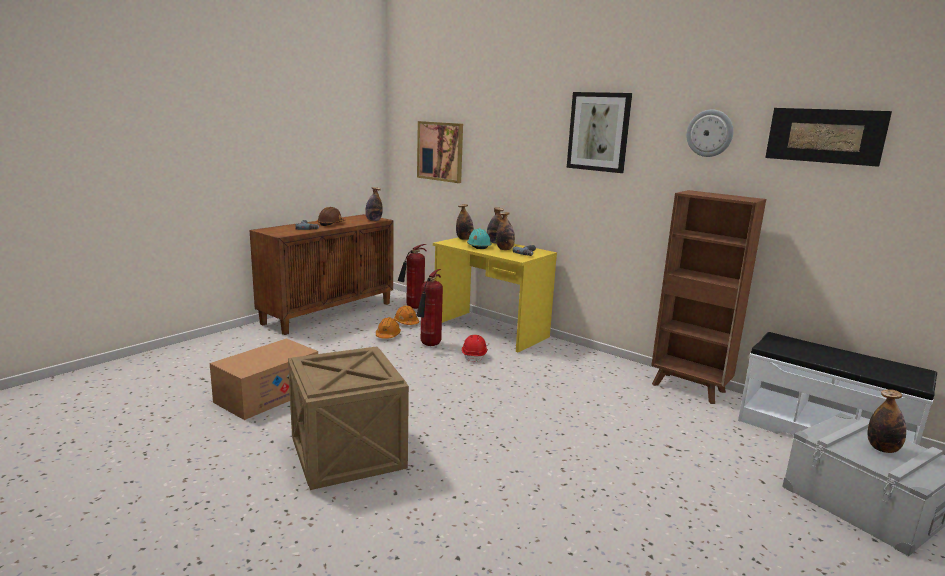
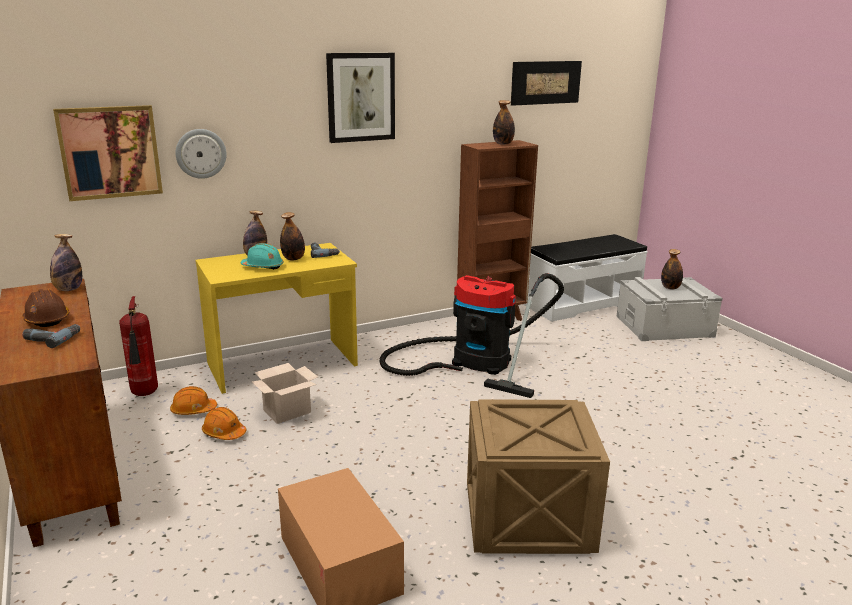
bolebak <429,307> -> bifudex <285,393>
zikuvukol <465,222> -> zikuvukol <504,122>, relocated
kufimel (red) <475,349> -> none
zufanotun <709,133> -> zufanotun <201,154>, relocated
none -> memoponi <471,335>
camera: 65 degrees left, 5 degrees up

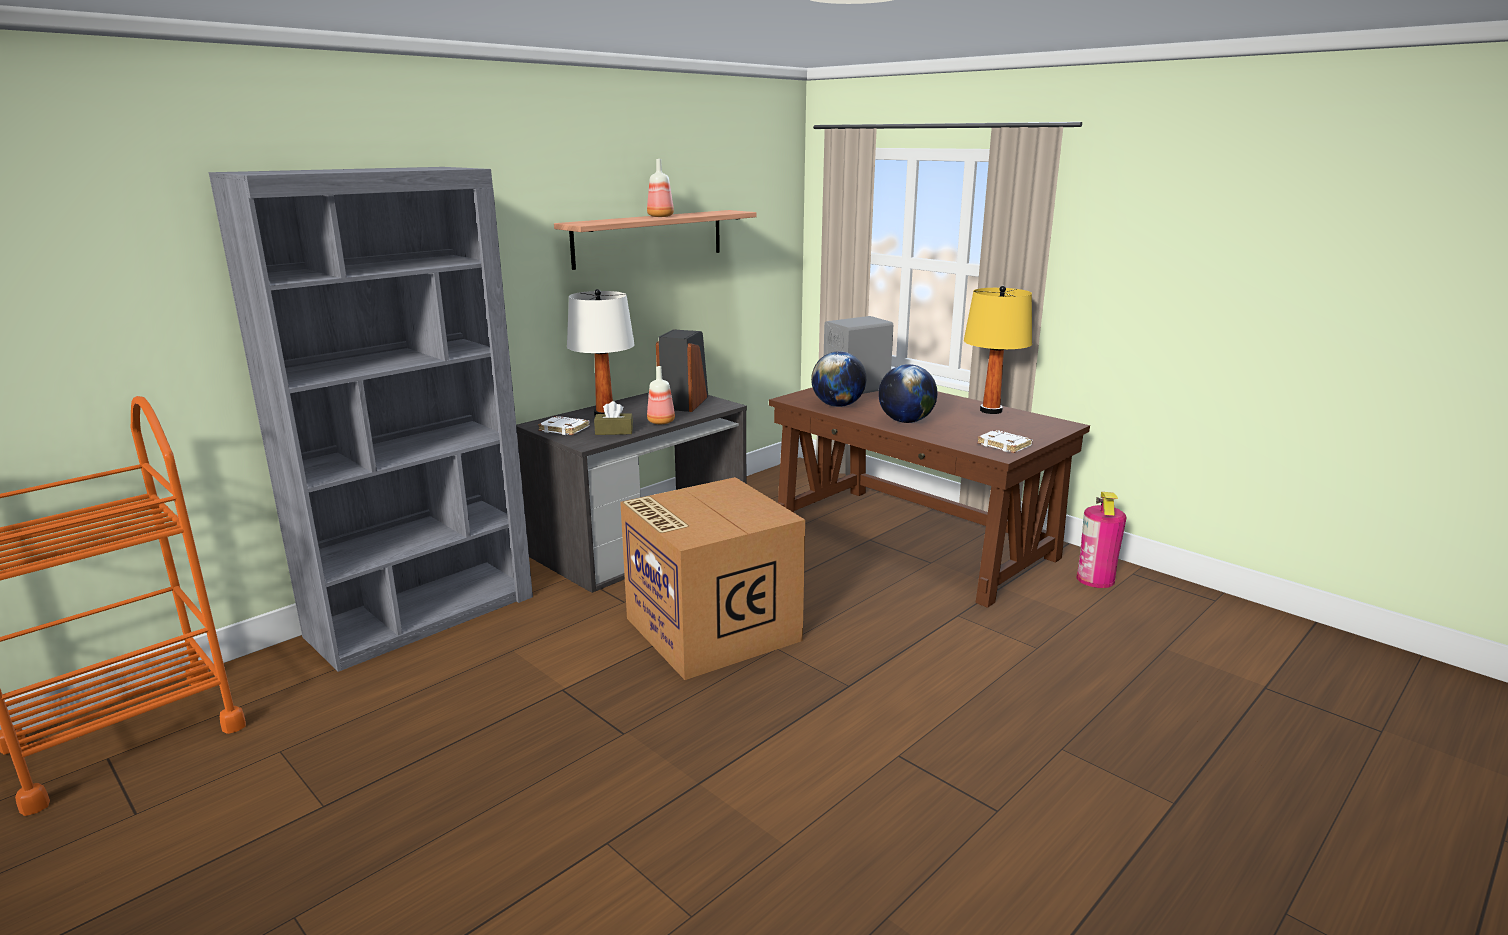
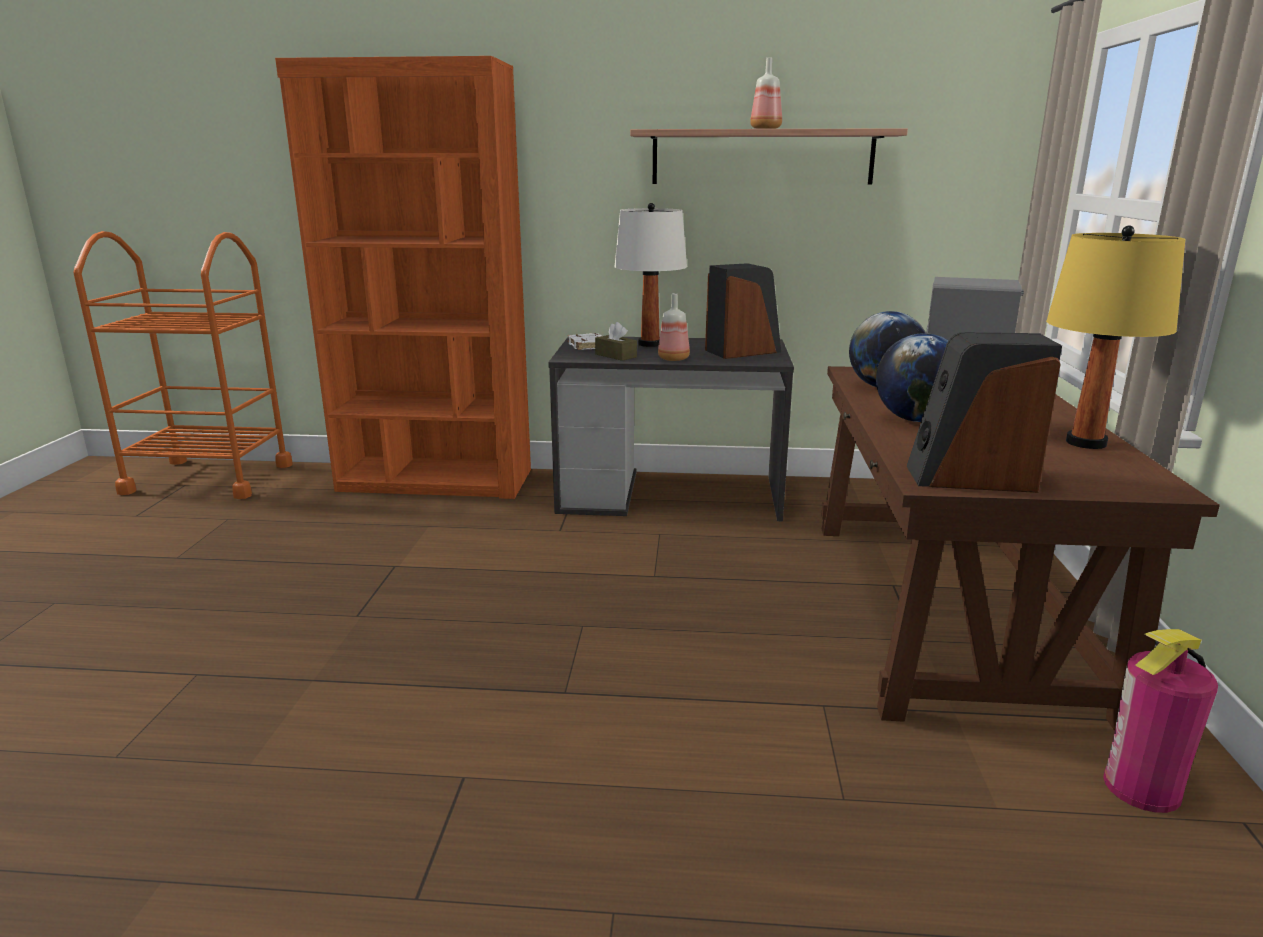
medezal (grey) <371,419> -> medezal (orange) <403,277>
bifudex <712,578> -> none
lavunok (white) <1005,441> -> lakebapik <984,412>
camera: 50 degrees right, 0 degrees up

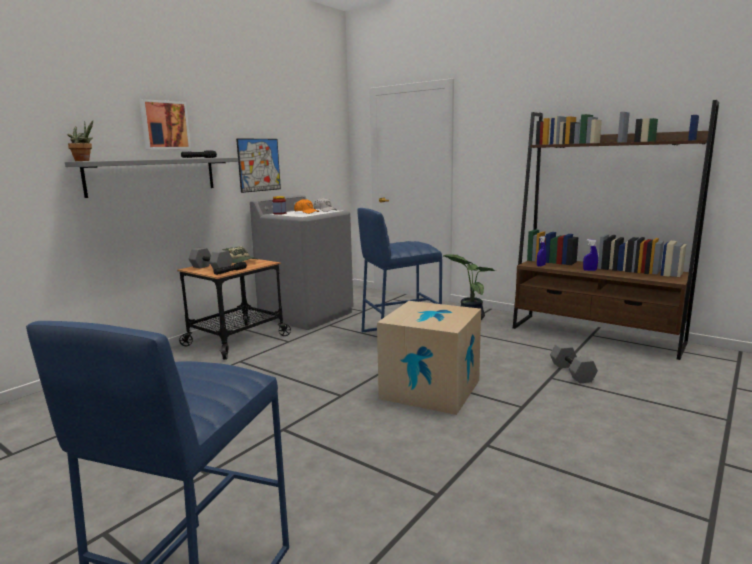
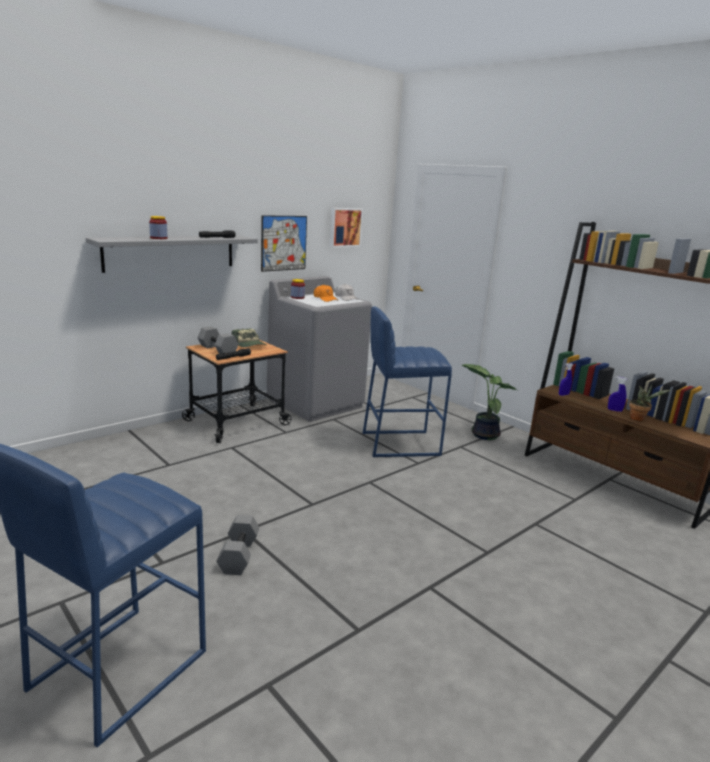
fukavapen <80,141> -> fukavapen <650,402>, relocated
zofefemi <165,124> -> zofefemi <346,228>, relocated
bifudex <429,358> -> none
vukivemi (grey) <574,363> -> vukivemi (grey) <238,545>, relocated
none -> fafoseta <158,227>
camera: 10 degrees right, 5 degrees up

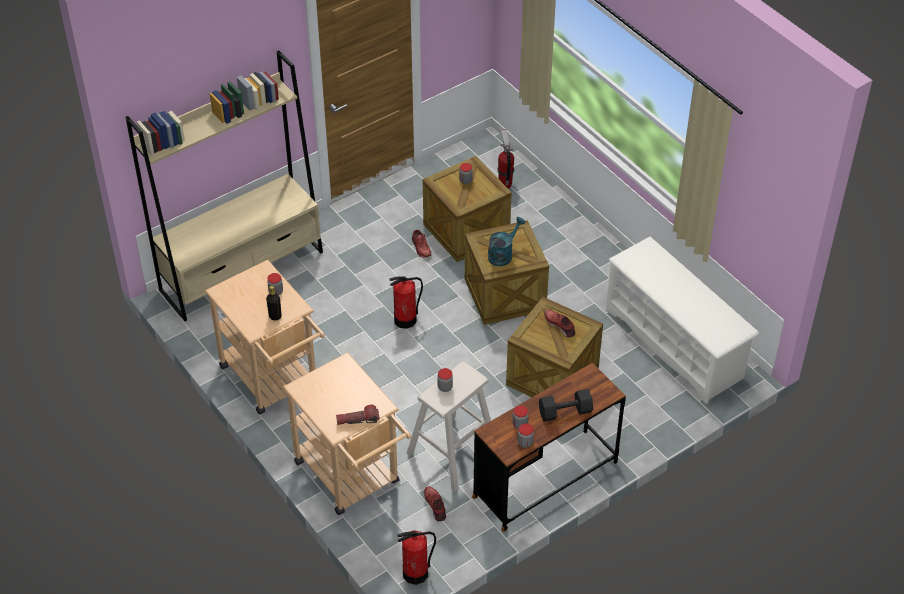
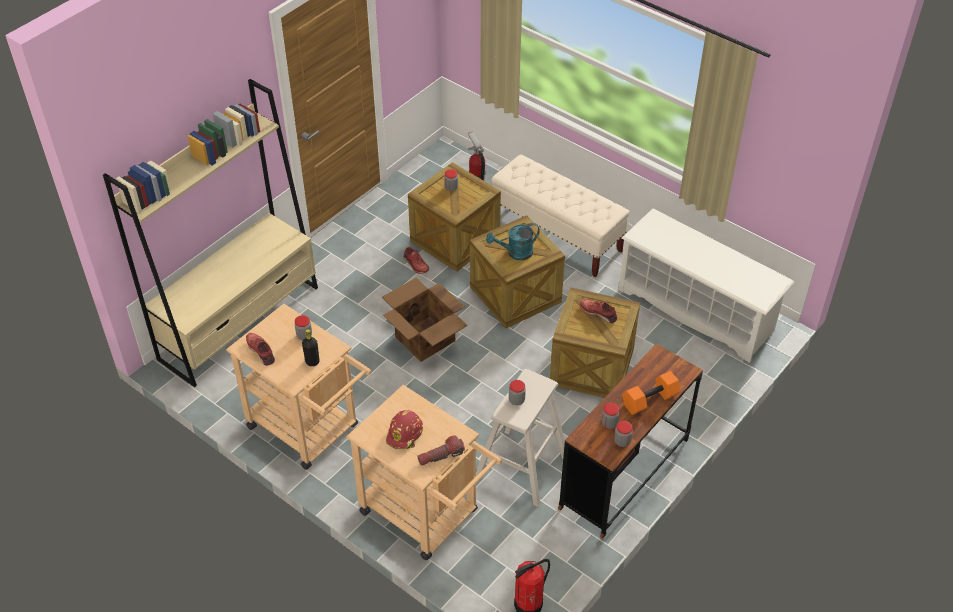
bolebak <406,302> -> bifudex <424,320>
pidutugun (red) <435,503> -> pidutugun (red) <260,349>, relocated
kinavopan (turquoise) <506,241> -> kinavopan (turquoise) <513,241>, 135 degrees counterclockwise
vukivemi (black) <566,405> -> vukivemi (orange) <651,393>
none -> kufimel (red) <404,429>
none -> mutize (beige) <560,216>
camera: 15 degrees left, 0 degrees up

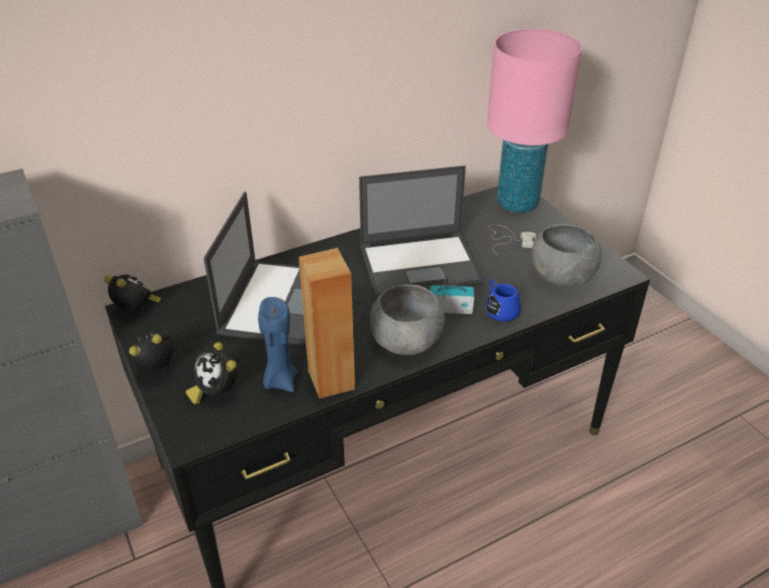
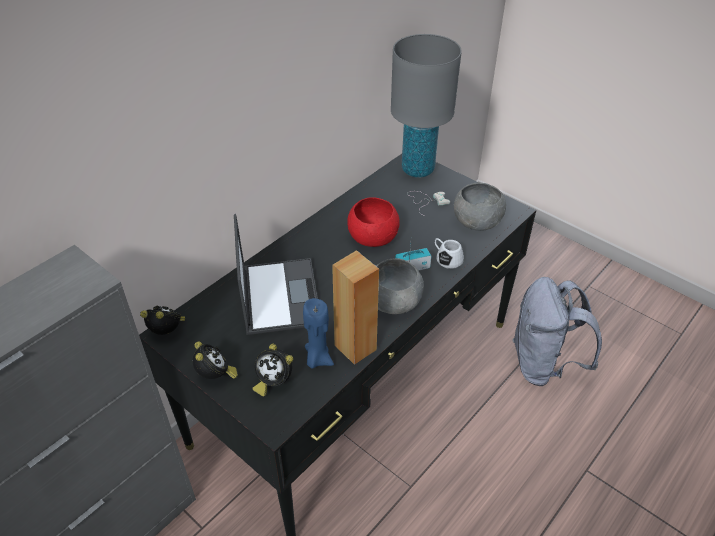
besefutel <151,351> -> besefutel <215,360>, 120 degrees clockwise
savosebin <421,231> -> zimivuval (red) <373,222>
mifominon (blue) <503,300> -> mifominon (white) <449,253>
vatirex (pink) <535,121> -> vatirex (grey) <426,106>
none -> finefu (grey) <557,331>
camera: 20 degrees left, 5 degrees up

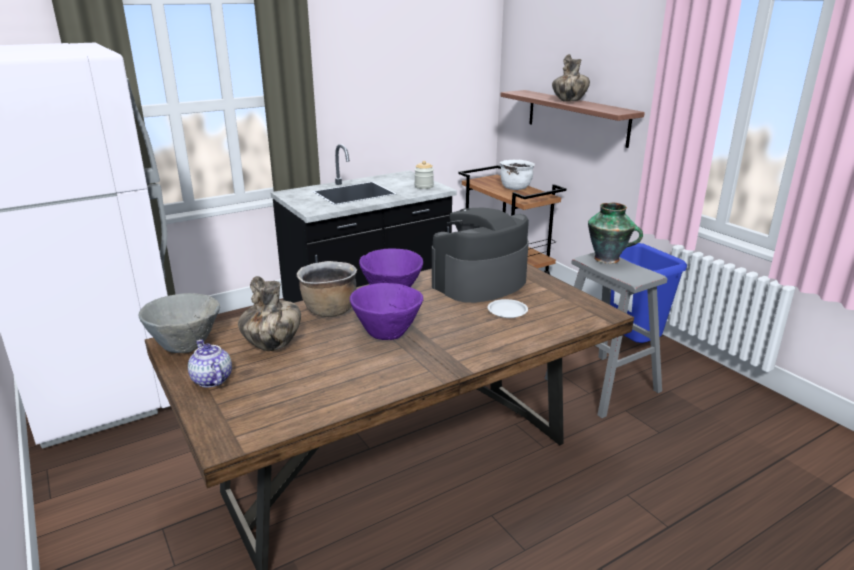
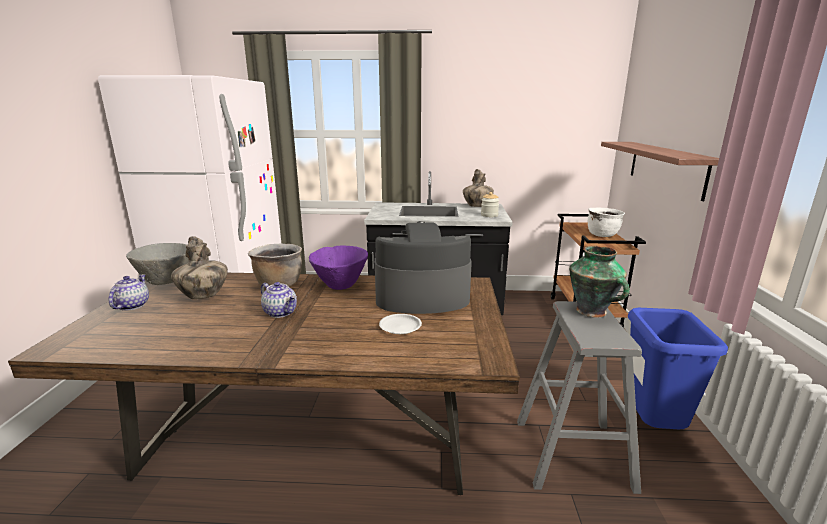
zimivuval (purple) <386,311> -> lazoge <279,300>
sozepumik <571,78> -> sozepumik <478,188>, relocated
camera: 35 degrees right, 5 degrees down

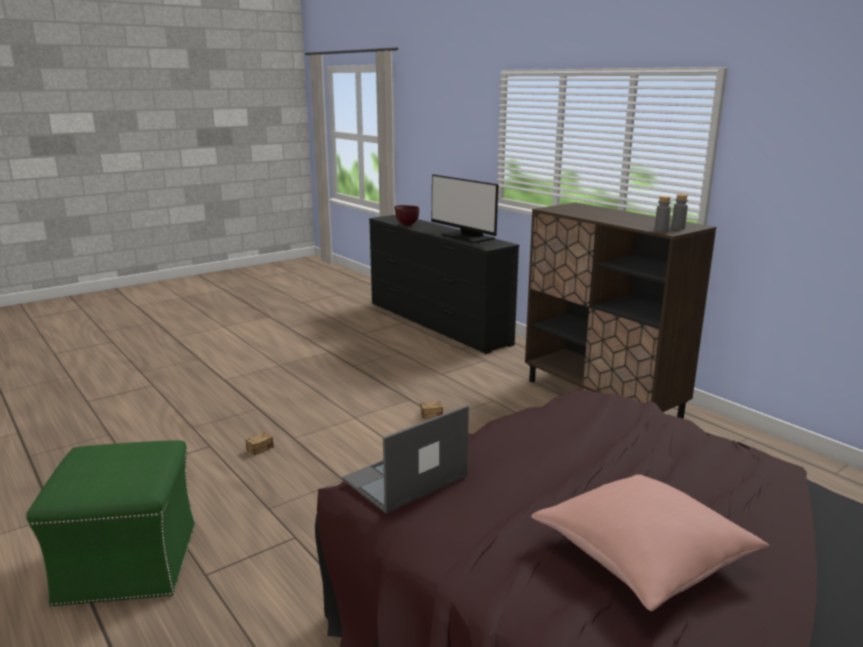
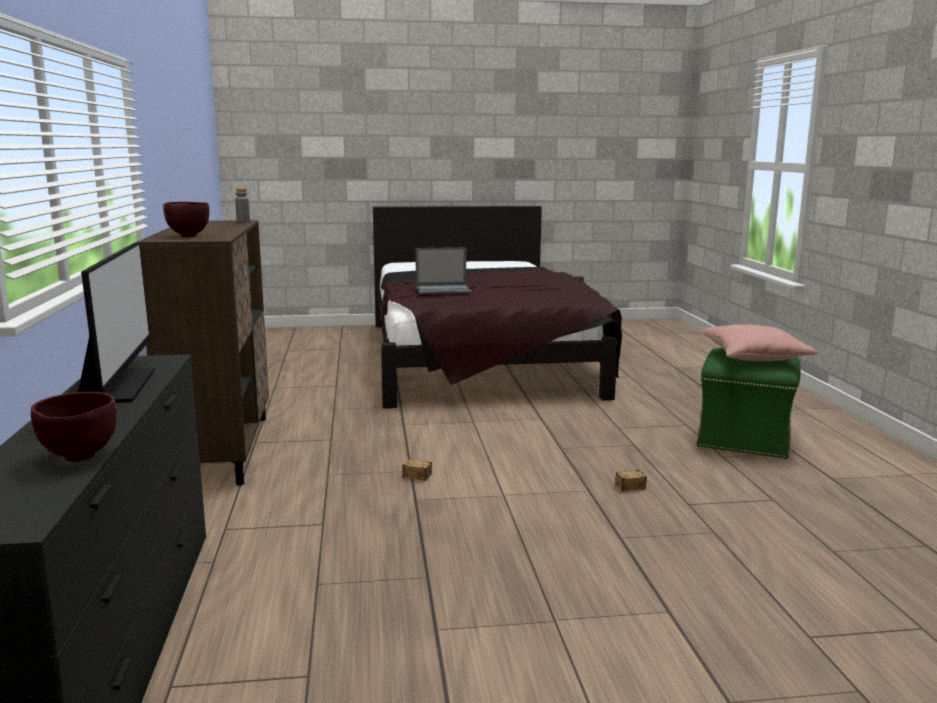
savosebin <405,459> -> savosebin <443,270>, relocated
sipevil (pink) <650,543> -> sipevil (pink) <759,343>, relocated
zikuvukol (grey) <679,212> -> none
none -> zimivuval (brown) <186,219>
camera: 150 degrees left, 5 degrees down

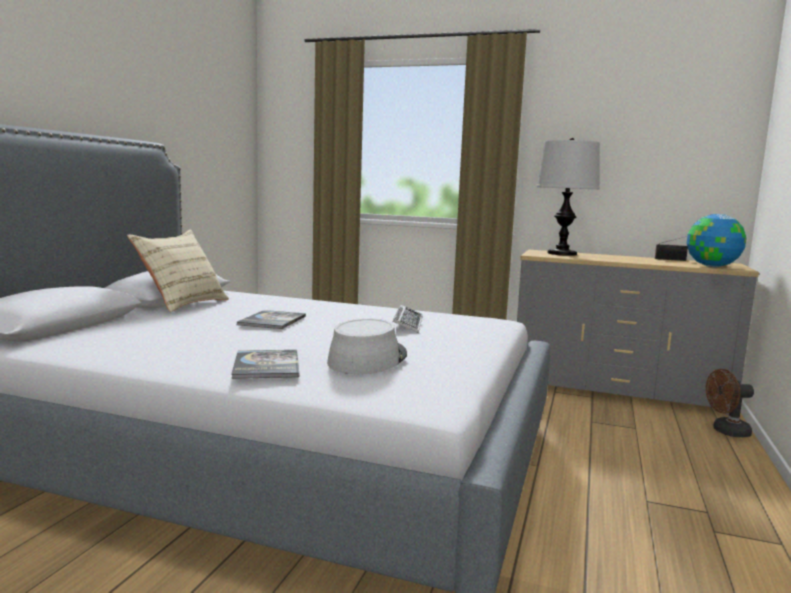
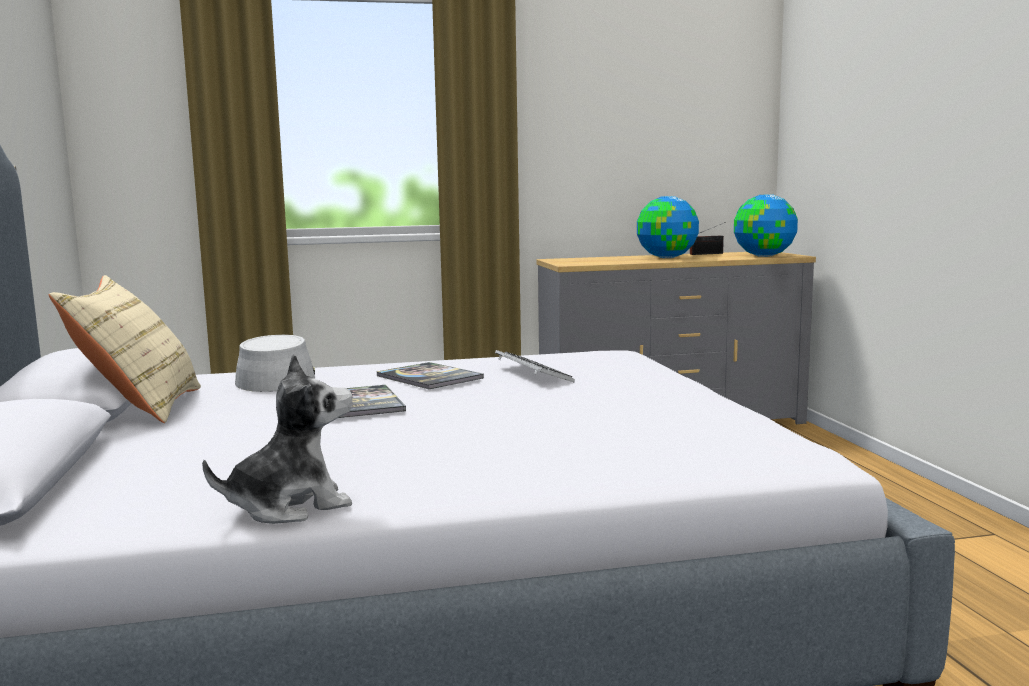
lavunok <265,364> -> lavunok <430,375>, relocated
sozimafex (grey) <367,346> -> sozimafex (grey) <275,363>, relocated
vatirex <568,197> -> none
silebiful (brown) <730,403> -> none
none -> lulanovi <277,439>
none -> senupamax <668,227>
camera: 30 degrees left, 0 degrees up

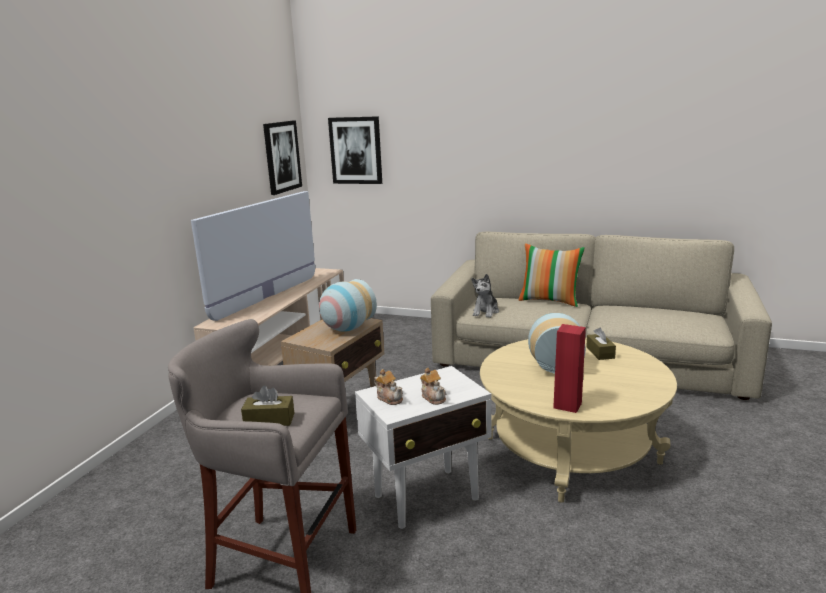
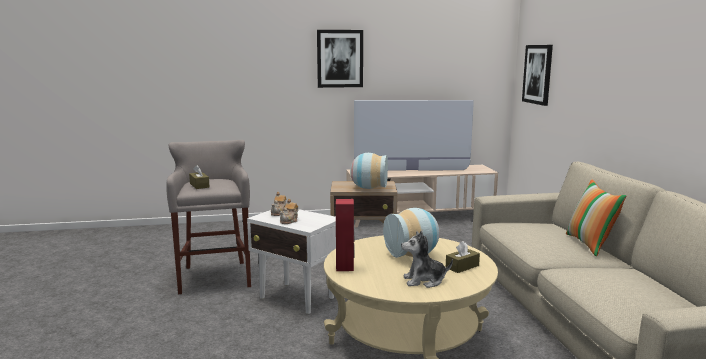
zofefemi <282,157> -> zofefemi <340,59>, relocated
lulanovi <485,296> -> lulanovi <427,259>, relocated
camera: 60 degrees right, 5 degrees down

